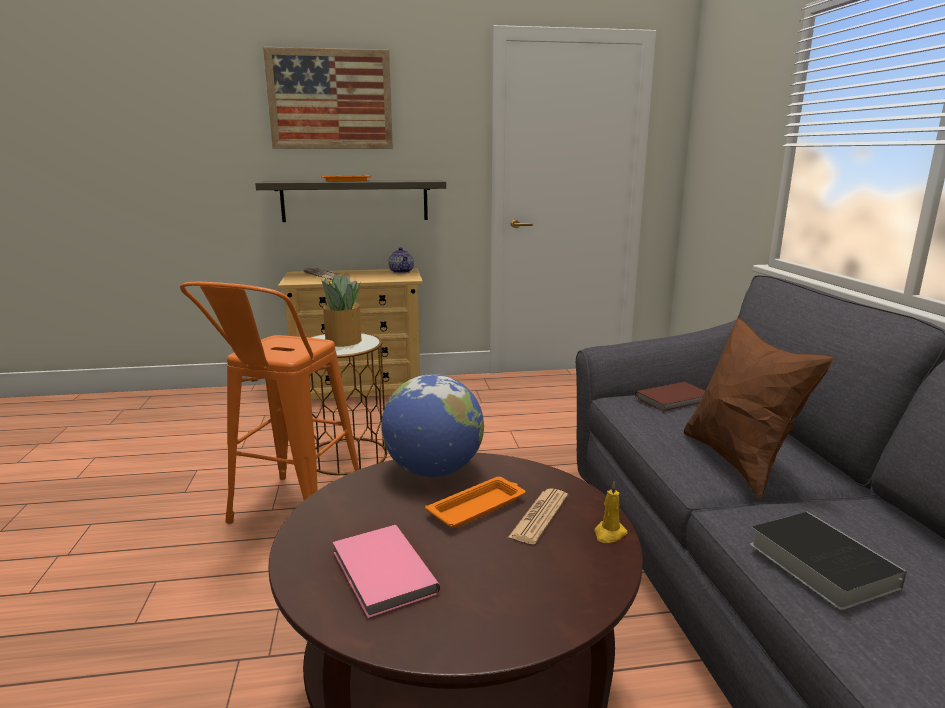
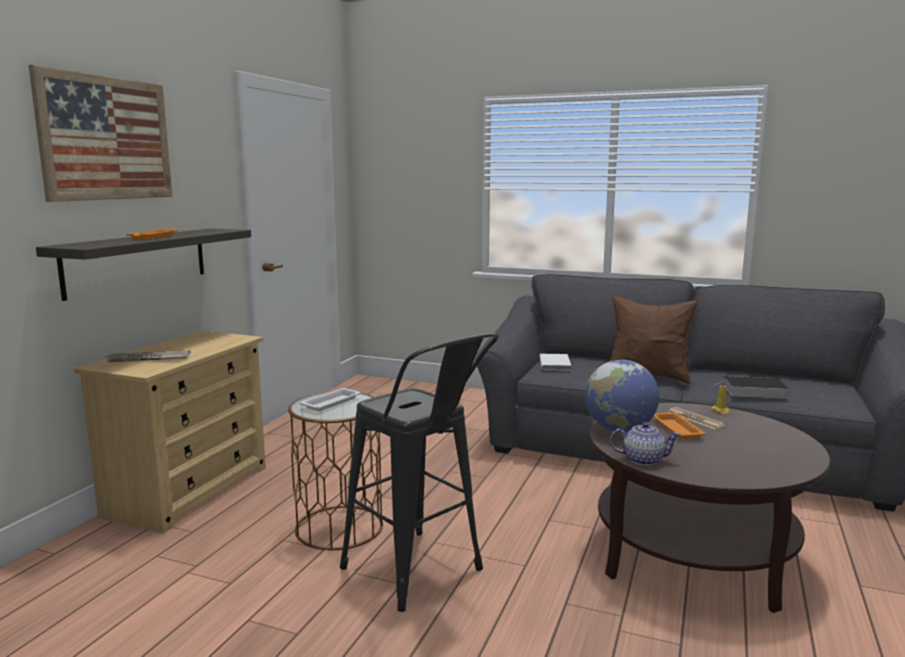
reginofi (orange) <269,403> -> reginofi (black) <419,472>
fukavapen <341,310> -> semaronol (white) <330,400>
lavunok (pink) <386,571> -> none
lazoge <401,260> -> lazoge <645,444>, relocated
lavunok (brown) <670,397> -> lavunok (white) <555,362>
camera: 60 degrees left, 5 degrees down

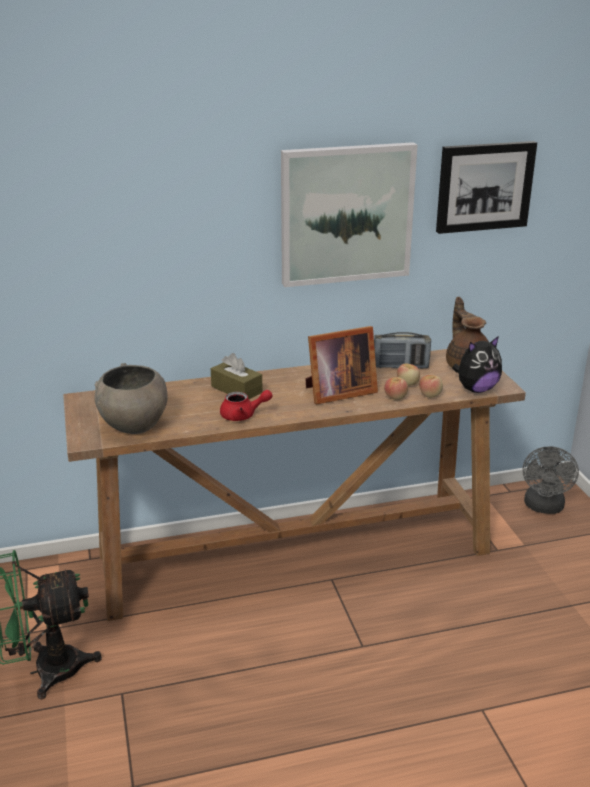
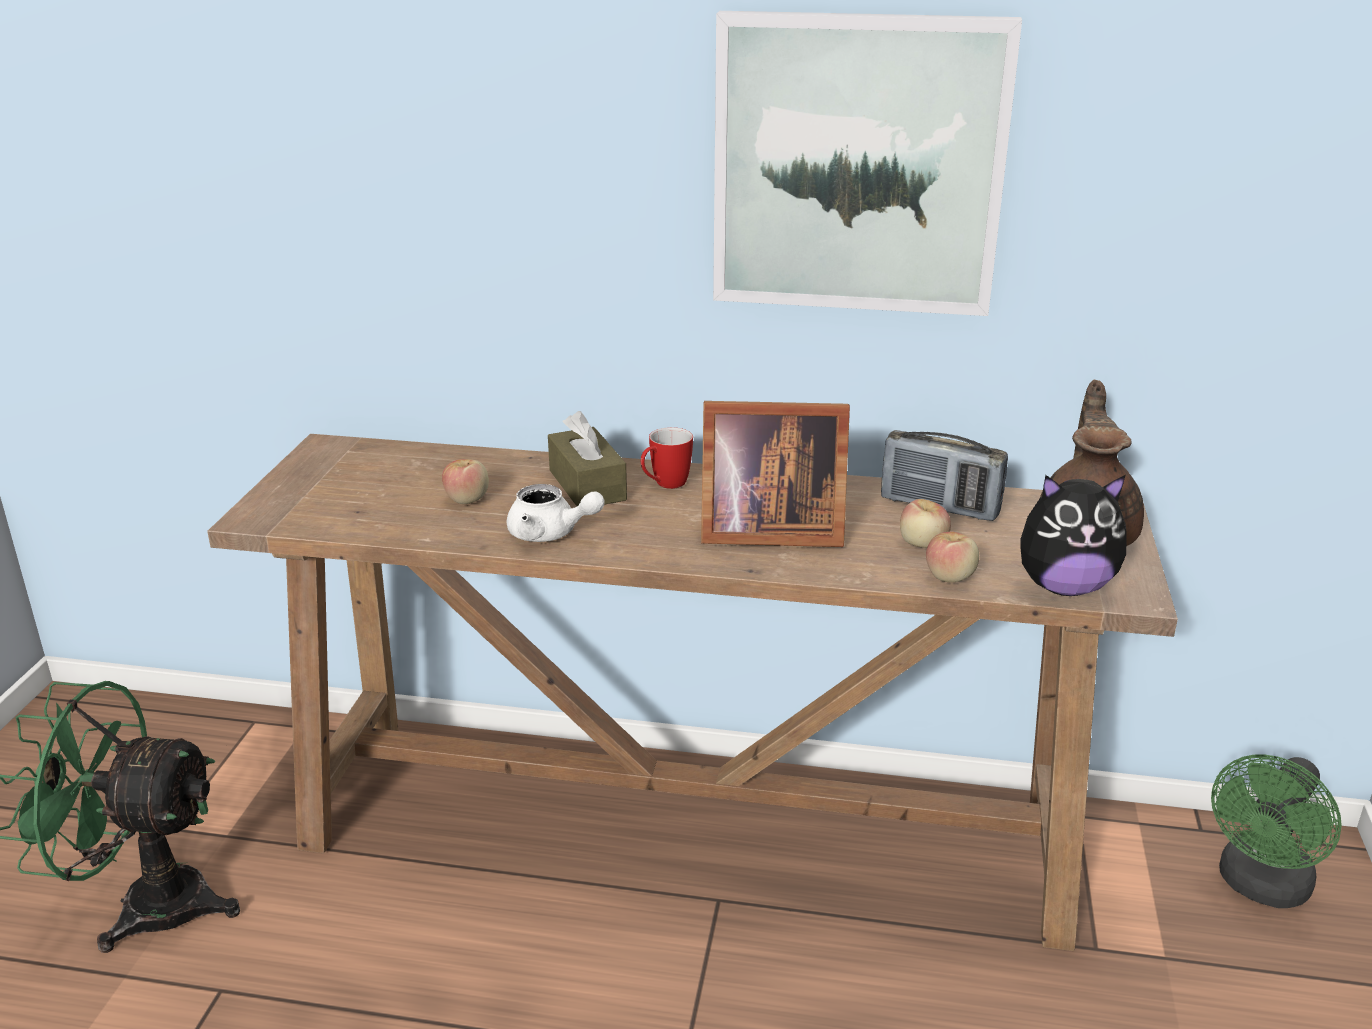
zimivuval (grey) <131,398> -> none
lazoge (red) <246,405> -> lazoge (white) <555,513>
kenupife <396,388> -> kenupife <465,481>, relocated
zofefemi <486,187> -> none
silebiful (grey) <550,480> -> silebiful (green) <1276,831>
none -> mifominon <667,458>
camera: 25 degrees right, 0 degrees up

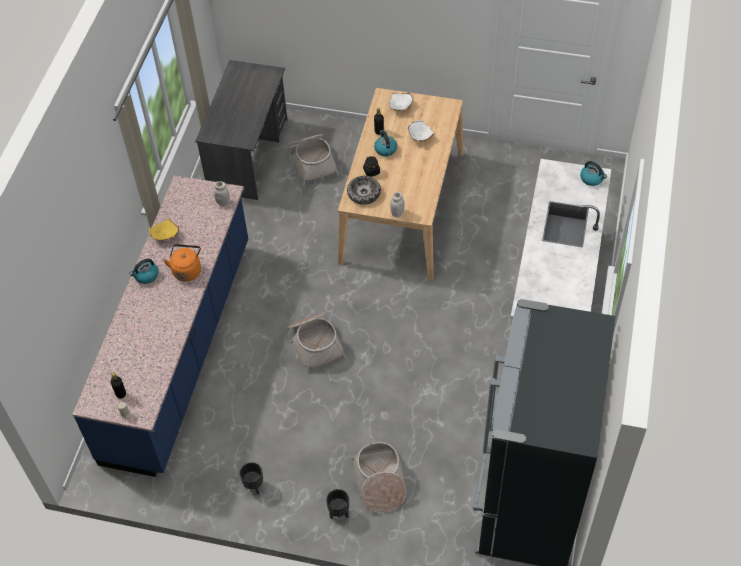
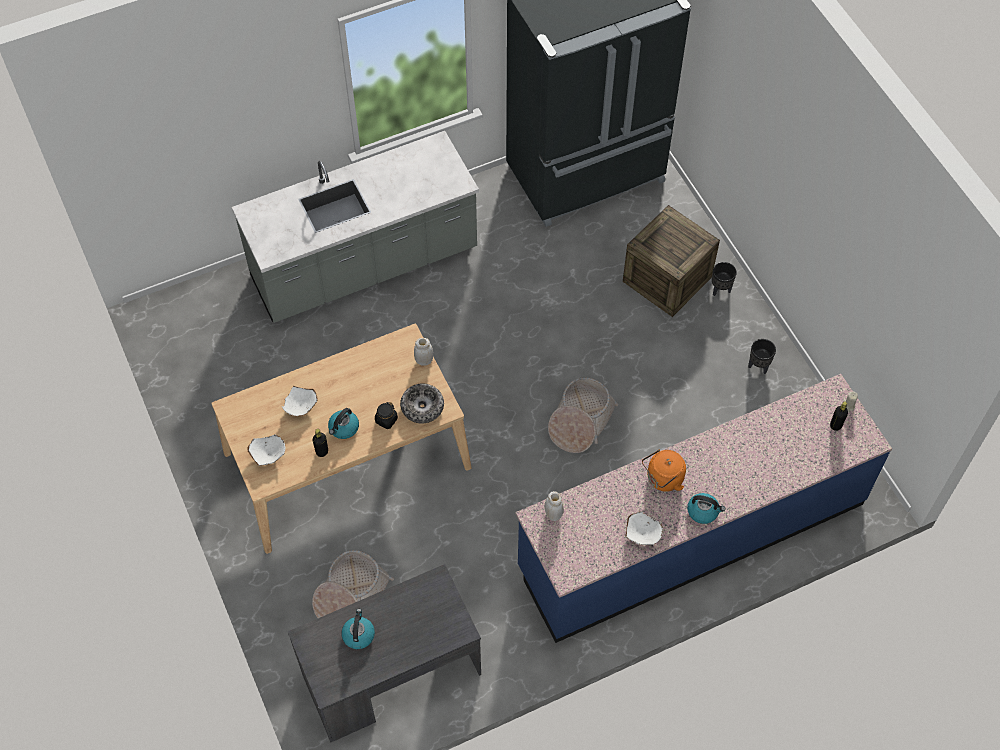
zimivuval (yellow) <164,230> -> zimivuval (white) <644,528>
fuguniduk <379,477> -> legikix <671,261>
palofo <593,173> -> palofo <358,629>, relocated
camera: 130 degrees left, 5 degrees up

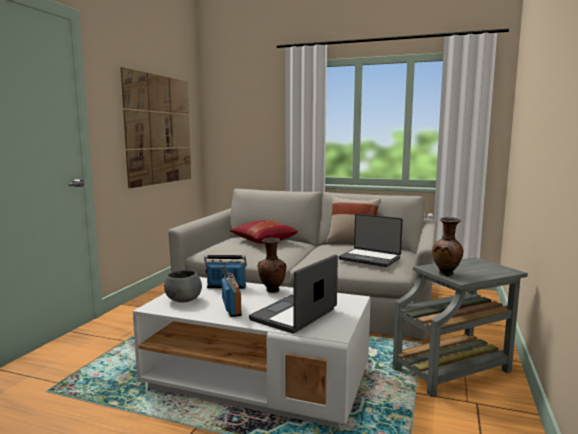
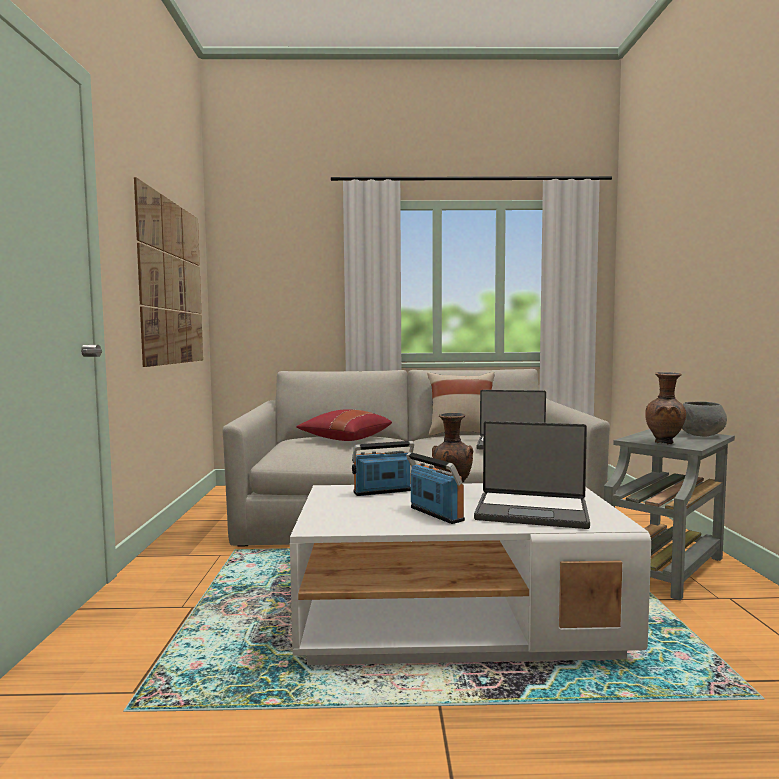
zimivuval (grey) <183,286> -> zimivuval (grey) <704,419>, relocated
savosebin <293,294> -> savosebin <532,475>, 90 degrees counterclockwise
camera: 20 degrees left, 5 degrees down

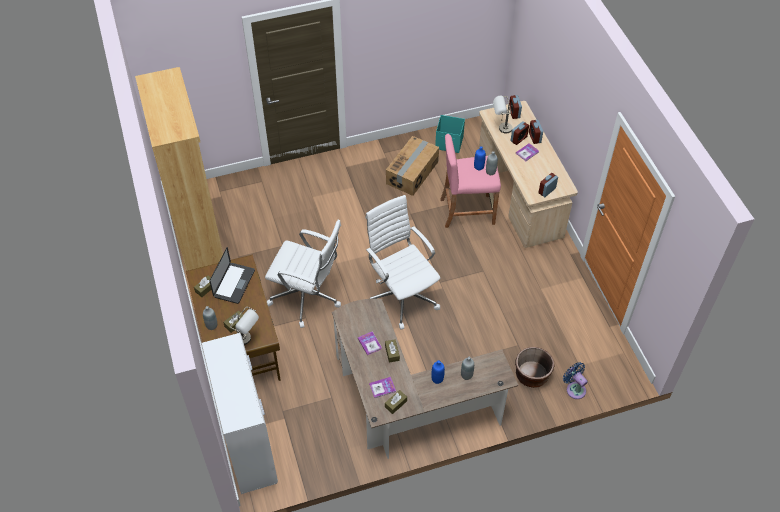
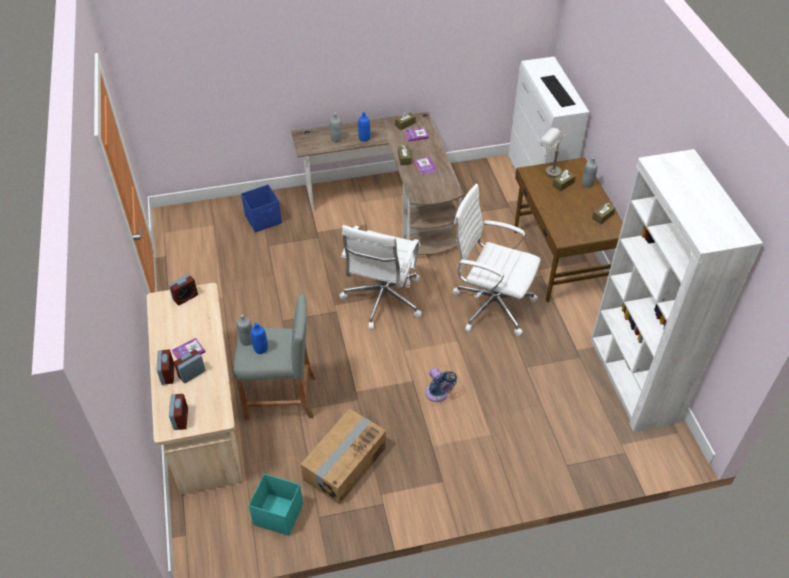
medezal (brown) <179,169> -> medezal (white) <677,290>
savosebin <232,275> -> none
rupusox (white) <403,262> -> rupusox (white) <380,277>, 45 degrees clockwise
reginofi (pink) <470,181> -> reginofi (grey) <274,357>
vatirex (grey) <503,115> -> none
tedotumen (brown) <535,367> -> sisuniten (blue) <261,209>
silebiful (blue) <575,380> -> silebiful (blue) <441,385>, relocated
none -> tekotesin <558,91>
camera: 175 degrees left, 5 degrees down

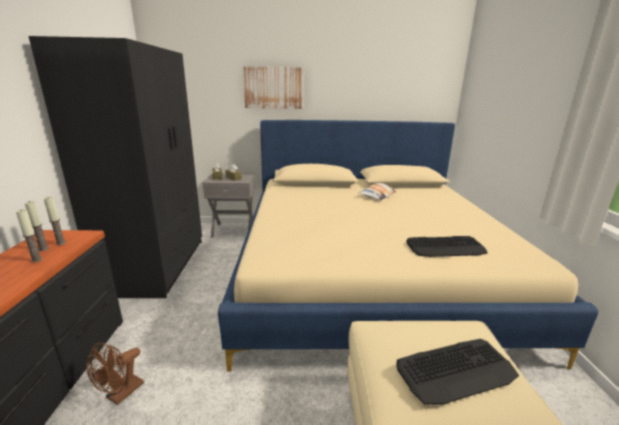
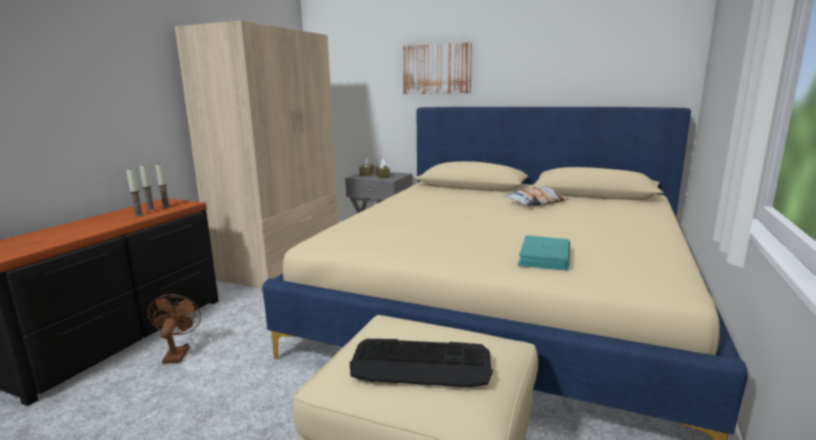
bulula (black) <115,167> -> bulula (beige) <257,155>
silebiful (brown) <115,373> -> silebiful (brown) <174,329>, 120 degrees clockwise
tekotesin <447,246> -> lavunok (turquoise) <544,253>
camera: 25 degrees right, 5 degrees down

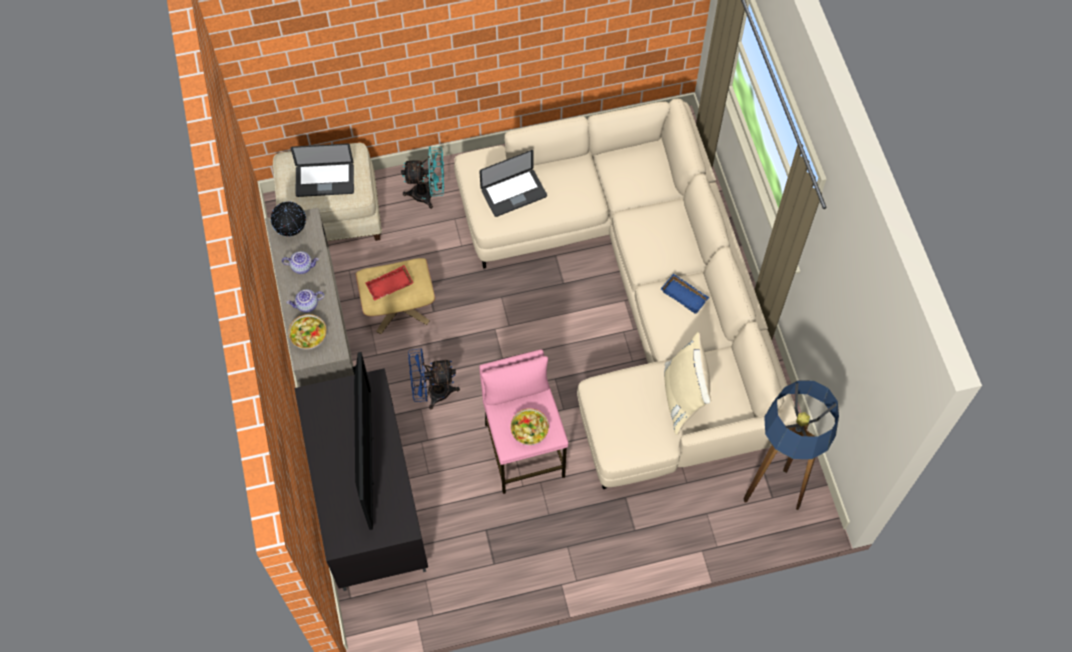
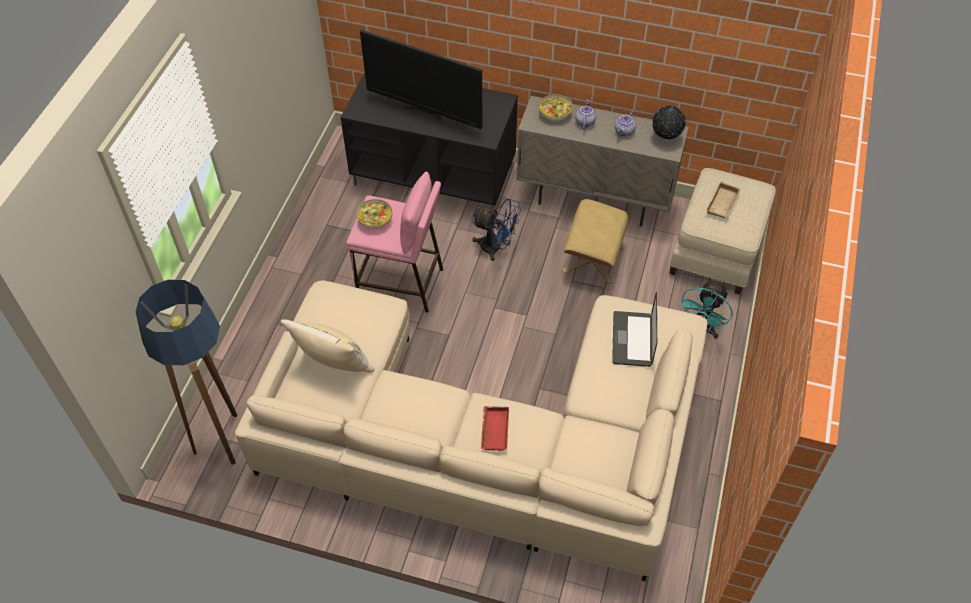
savosebin <322,170> -> semaronol (beige) <724,199>
semaronol (red) <389,283> -> semaronol (red) <495,428>, relocated
silebiful (blue) <434,378> -> silebiful (blue) <496,230>, 90 degrees clockwise
semaronol (blue) <685,294> -> none
camera: 120 degrees right, 10 degrees down

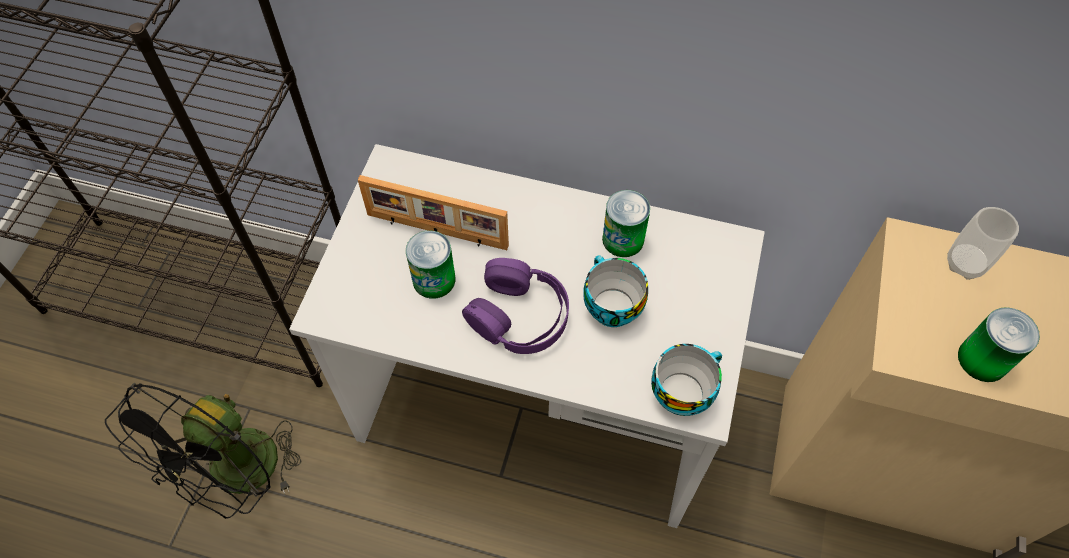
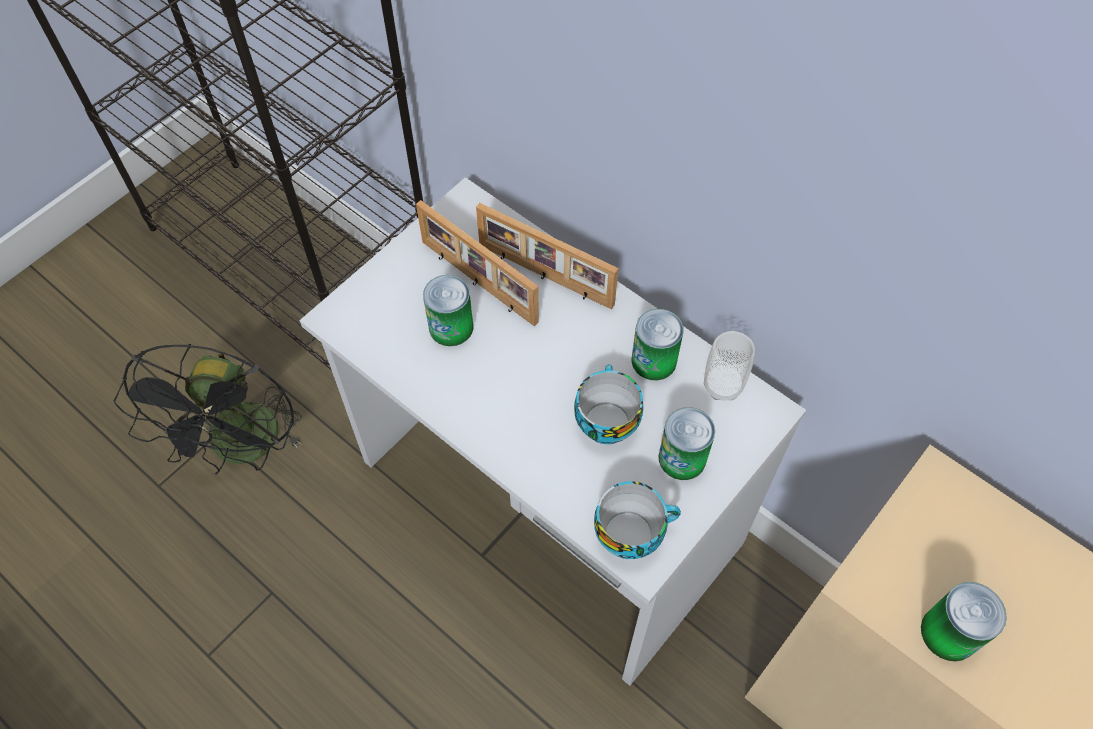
silebiful (black) <203,451> -> silebiful (black) <208,409>, 45 degrees counterclockwise
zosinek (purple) <515,306> -> none
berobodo <983,243> -> berobodo <729,366>, relocated
none -> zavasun <547,256>
none -> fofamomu <686,443>
camera: 25 degrees right, 0 degrees up

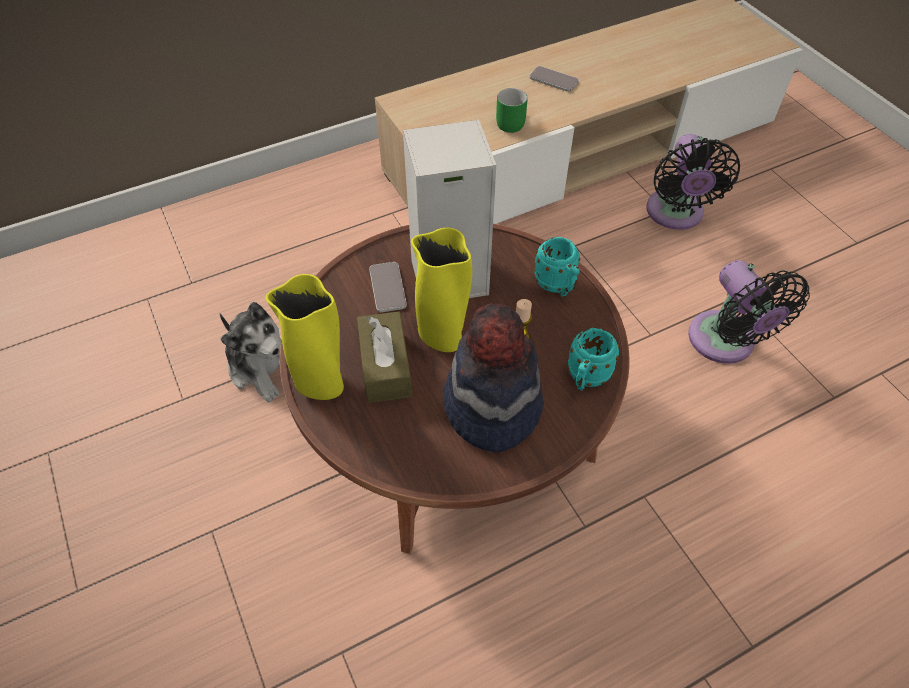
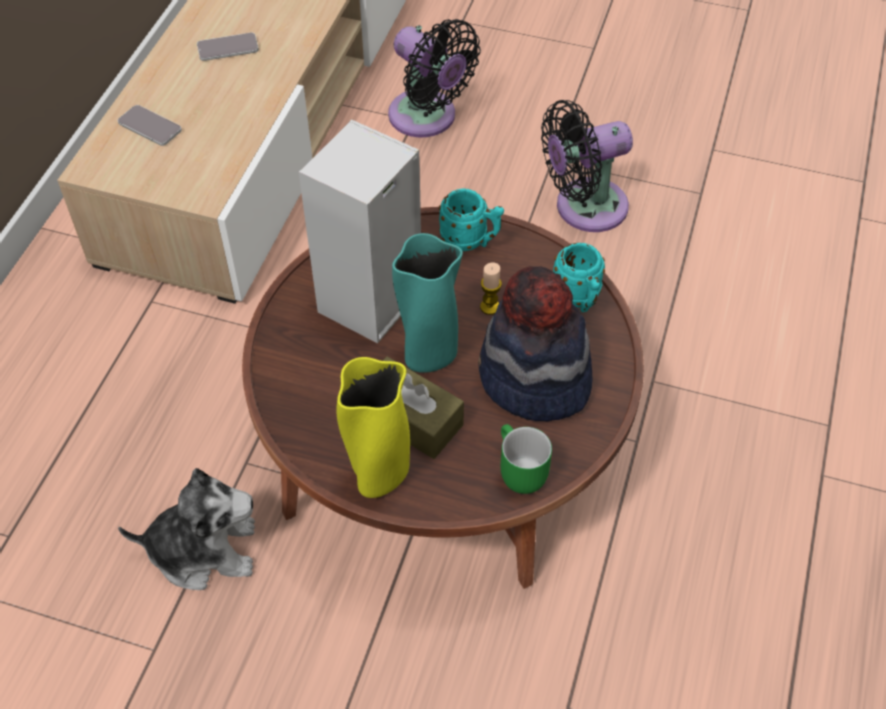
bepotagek <388,287> -> bepotagek <150,125>, relocated
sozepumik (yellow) <441,290> -> sozepumik (turquoise) <427,303>
mifominon (green) <512,110> -> mifominon (green) <526,459>, relocated
silebiful (black) <749,312> -> silebiful (black) <587,166>, 135 degrees clockwise
camera: 45 degrees left, 0 degrees up

